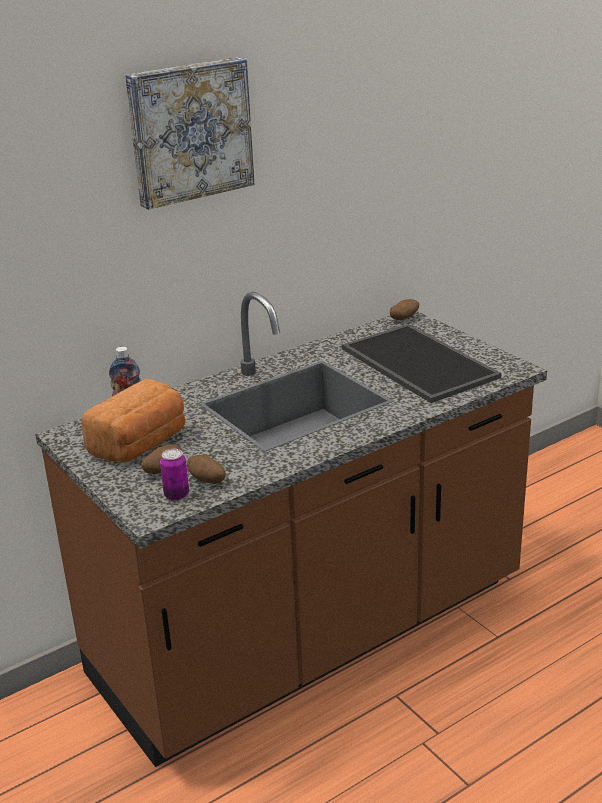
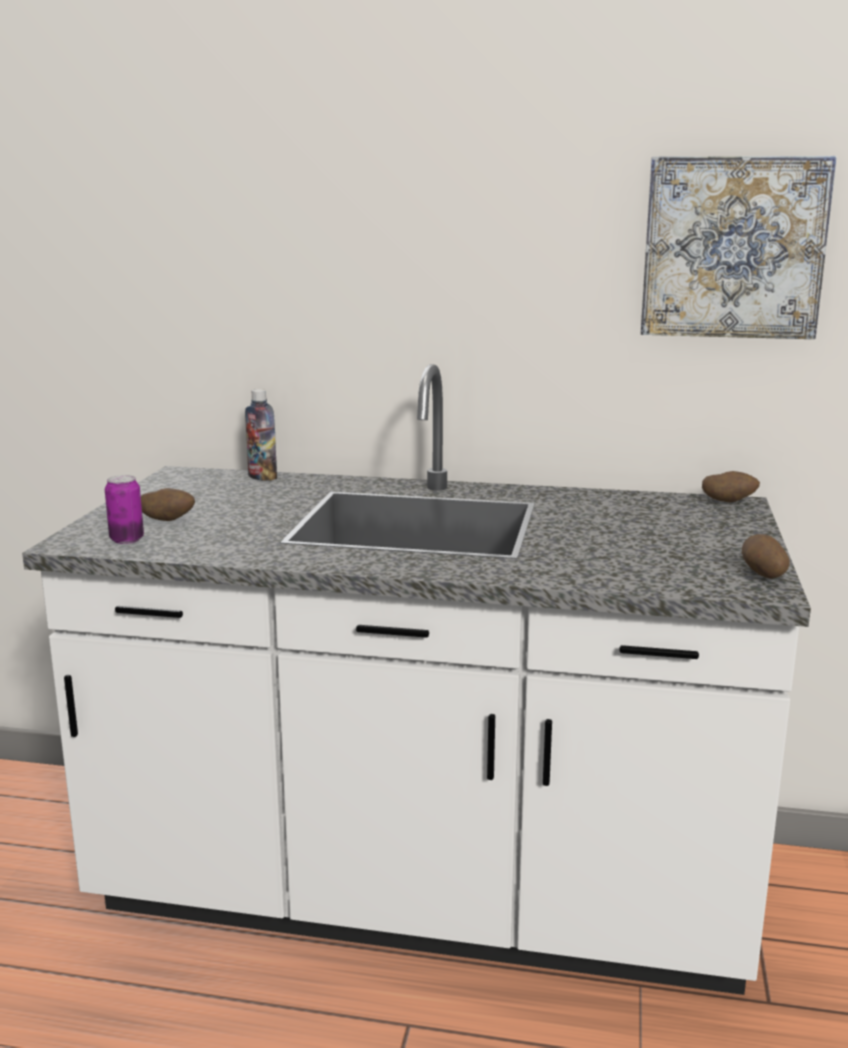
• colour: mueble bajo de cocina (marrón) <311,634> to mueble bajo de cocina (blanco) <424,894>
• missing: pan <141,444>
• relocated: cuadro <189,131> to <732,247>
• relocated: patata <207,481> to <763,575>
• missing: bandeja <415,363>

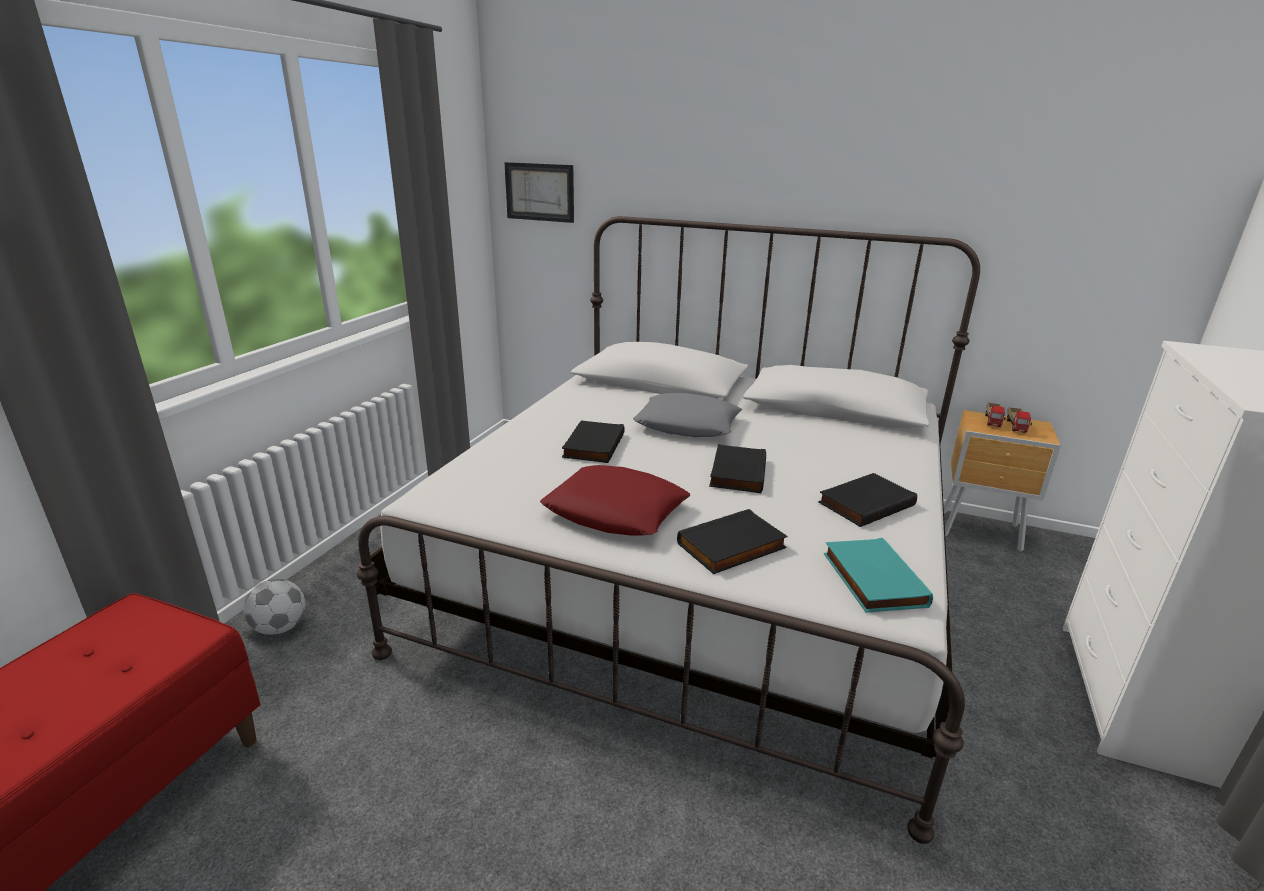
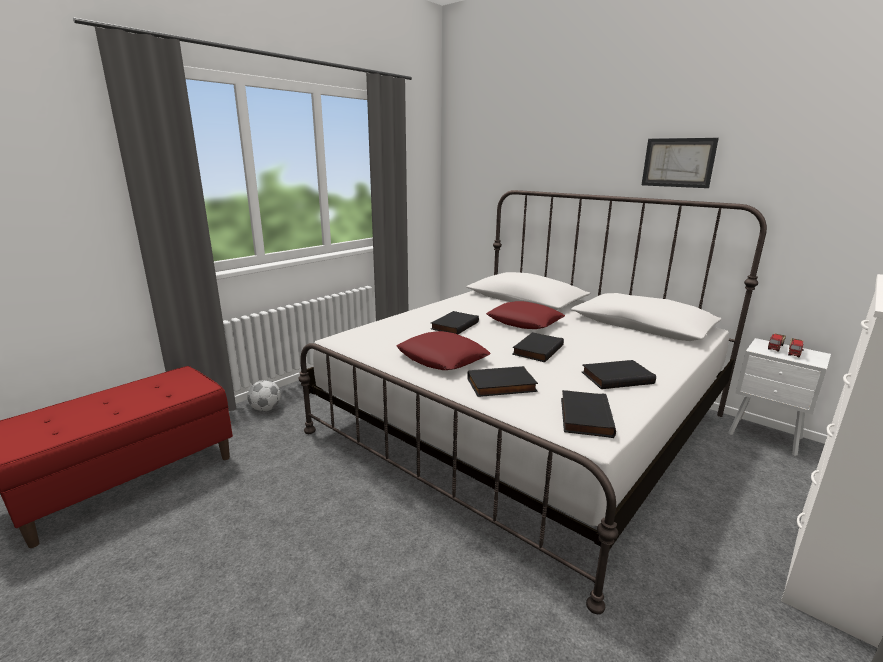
• relocated: cuadro <539,192> to <678,162>
• colour: cojín (gris) <688,424> to cojín (rojo) <524,322>
• colour: libro (turquesa) <871,579> to libro (negro) <584,416>
• colour: mesita de noche (marrón) <982,532> to mesita de noche (blanco) <766,438>

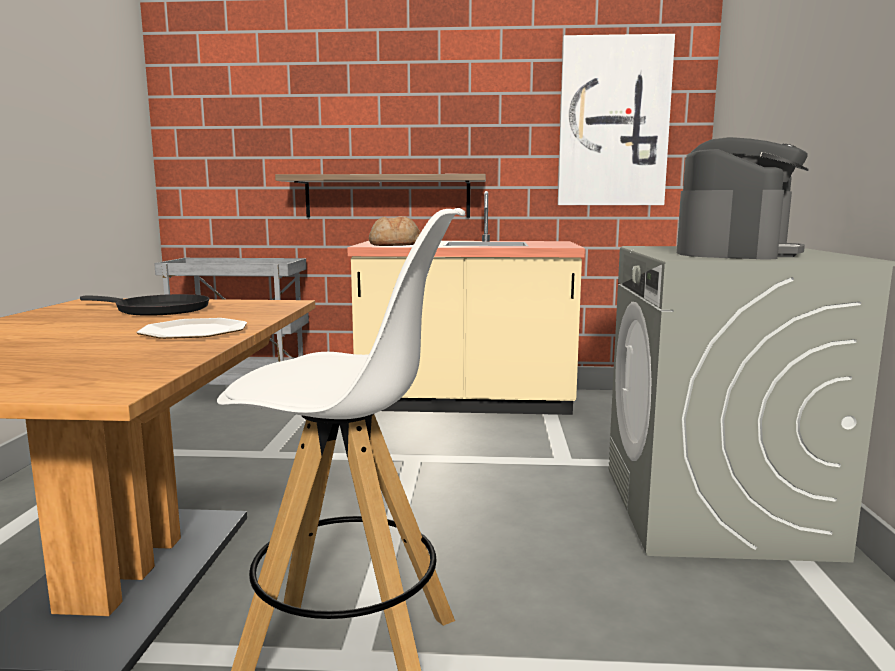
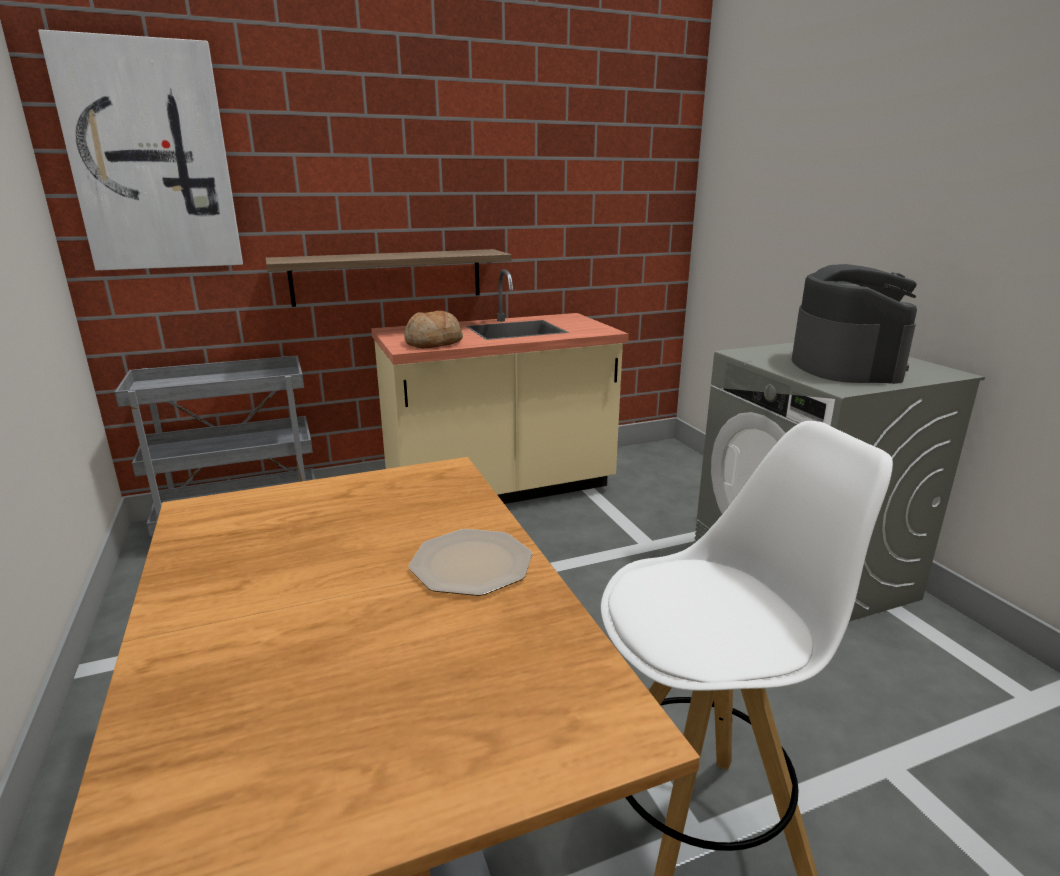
• missing: sartén (negro) <158,310>
• relocated: cuadro <613,122> to <151,158>

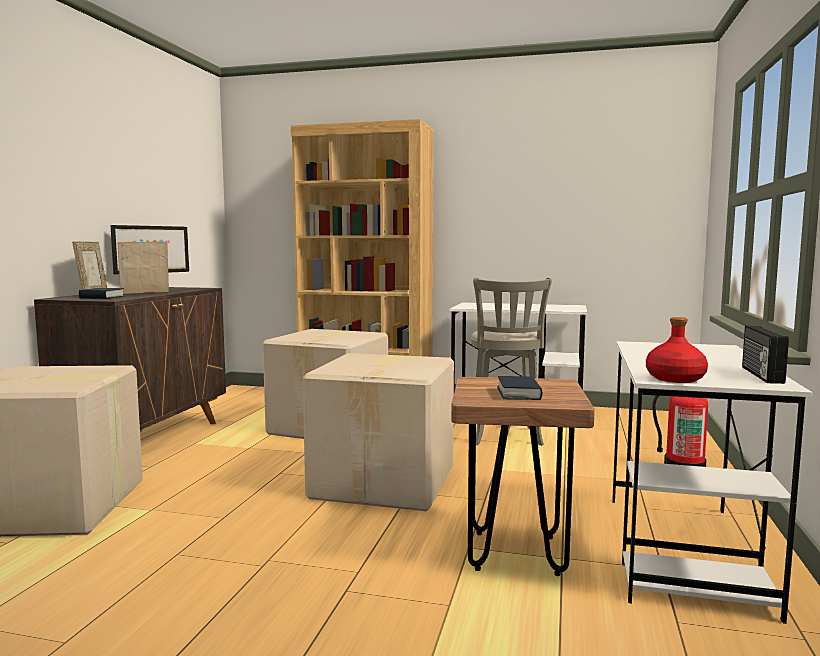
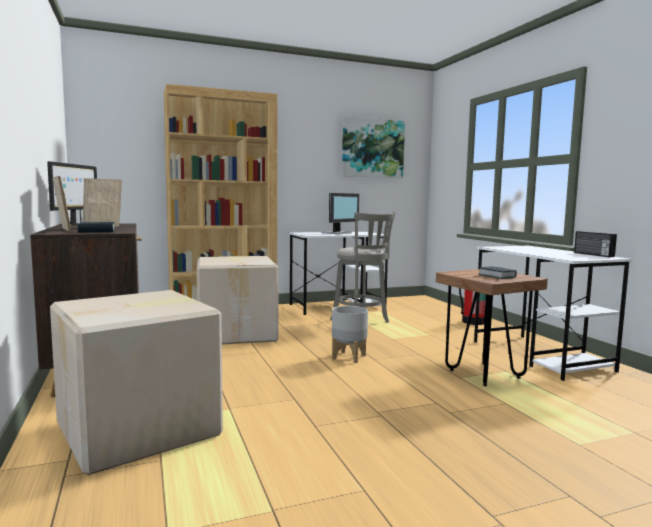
• exchanged: caja de cartón <386,482> to maceta (gris) <349,357>
• missing: botella (rojo) <675,378>
• appeared: monitor <338,233>
• appeared: cuadro <372,148>

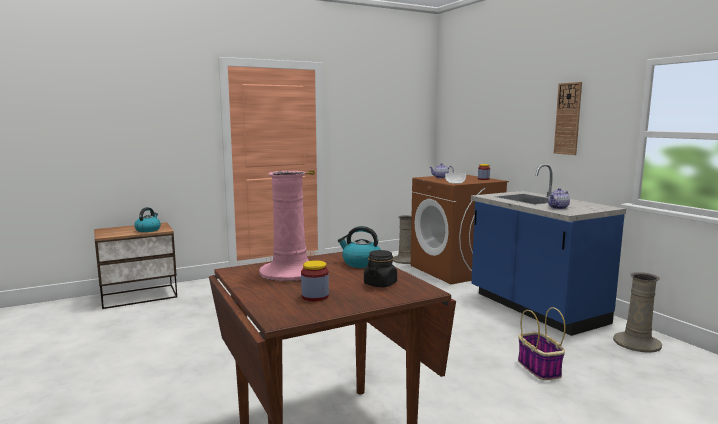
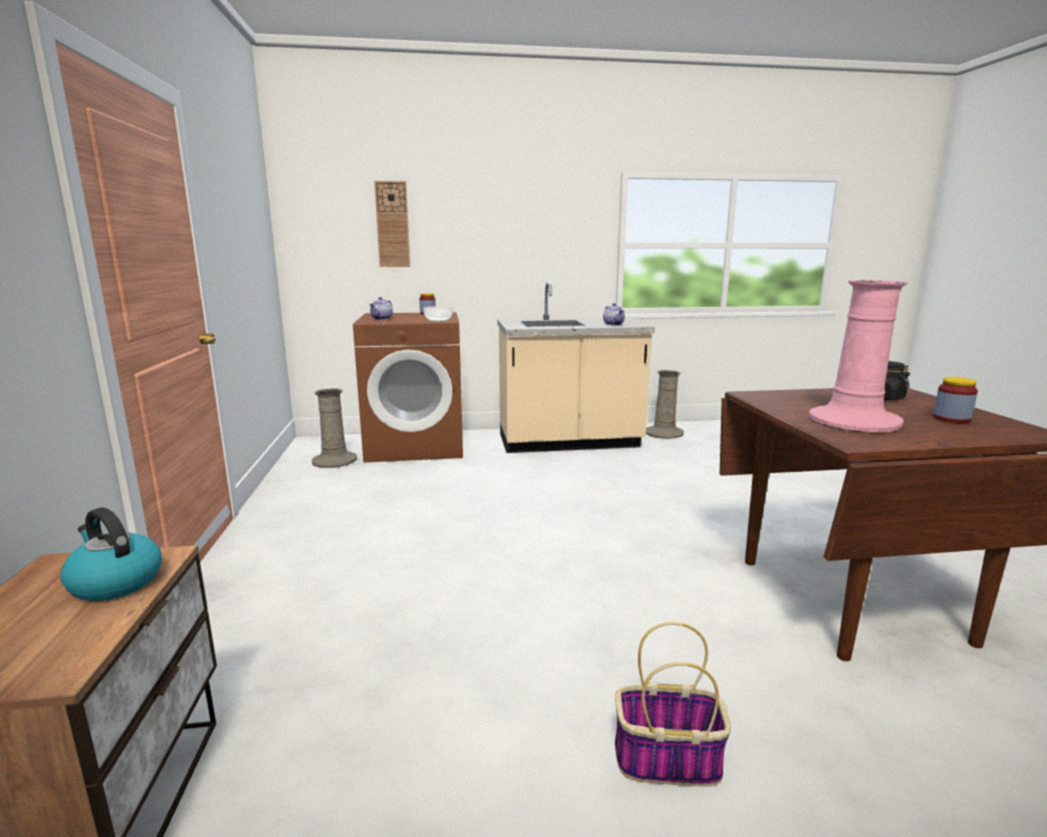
• missing: hervidor <361,263>
• colour: mueble bajo de cocina (azul) <535,308> to mueble bajo de cocina (beis) <569,442>
• relocated: cesta <538,368> to <666,760>
• relocated: reloj de pared <568,118> to <392,224>

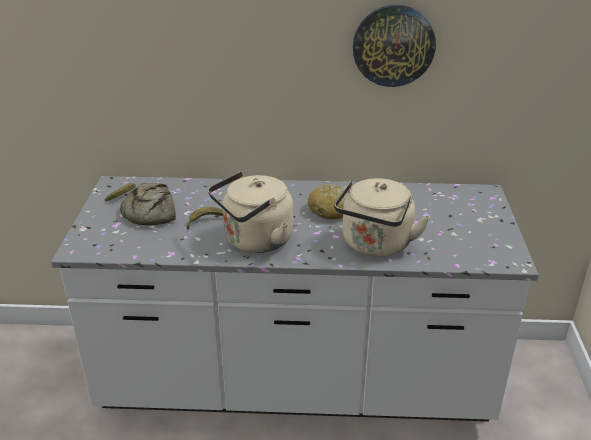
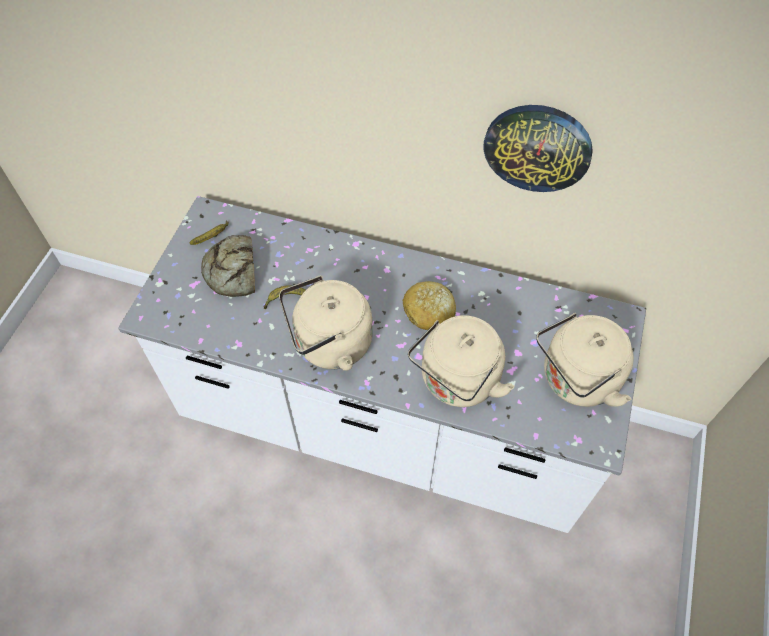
• appeared: hervidor (beis) <576,381>

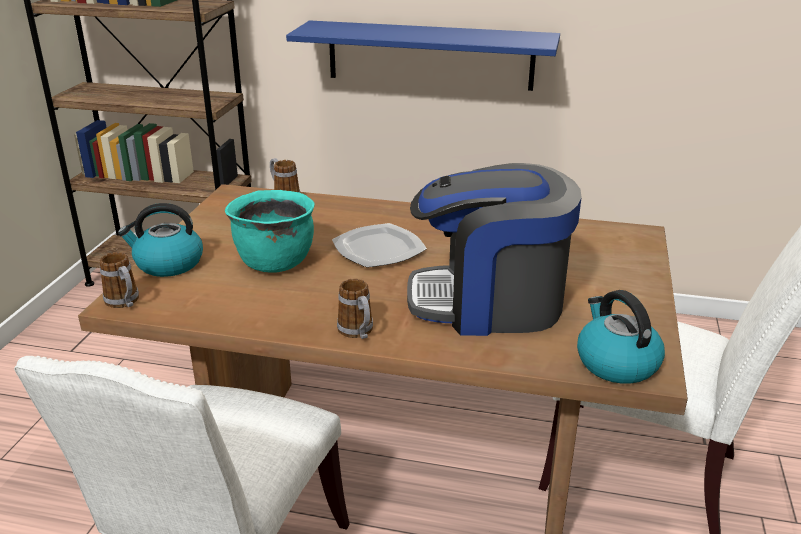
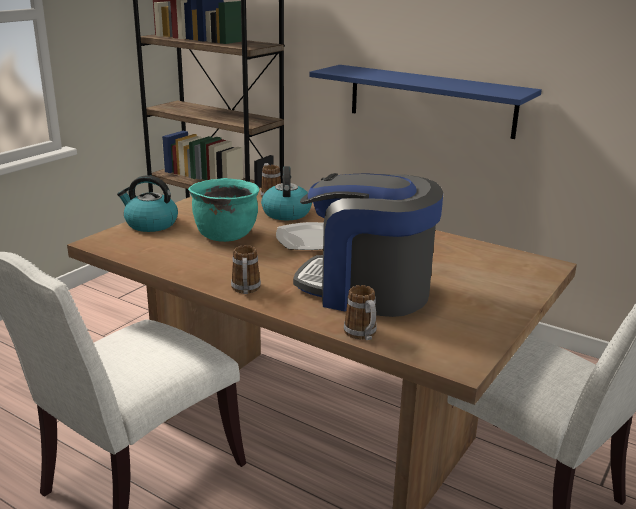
• relocated: taza grande <125,303> to <362,335>
• relocated: hervidor <615,363> to <286,213>

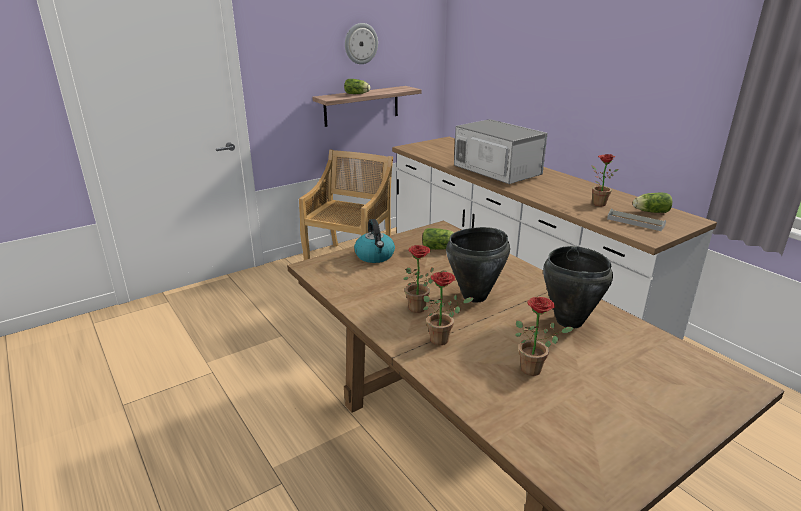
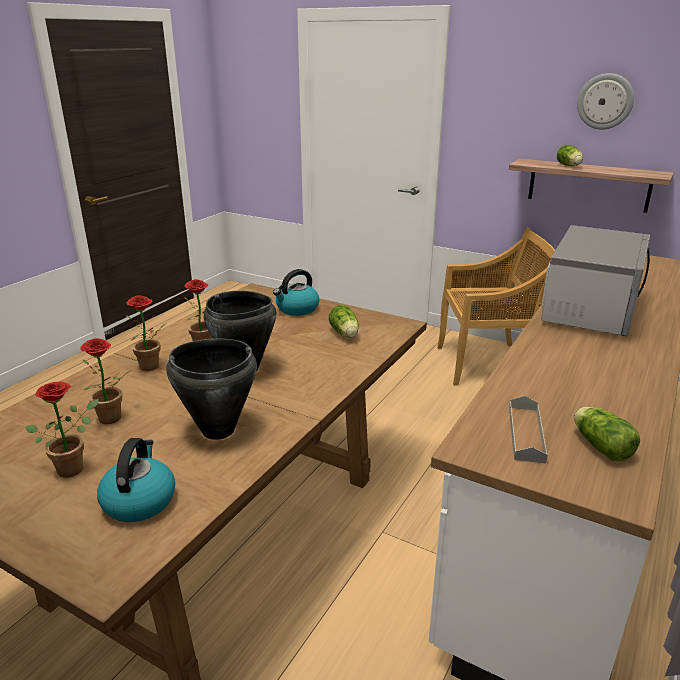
• relocated: planta en maceta <597,203> to <75,466>
• appeared: hervidor <139,500>

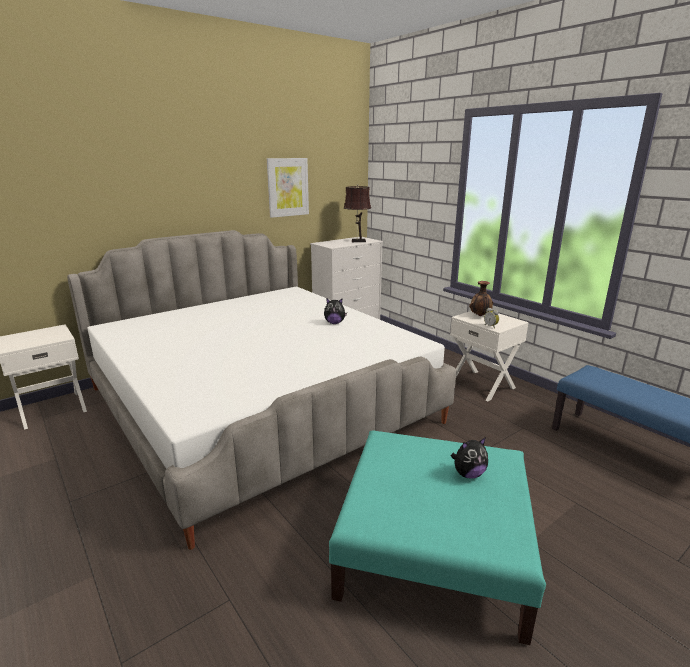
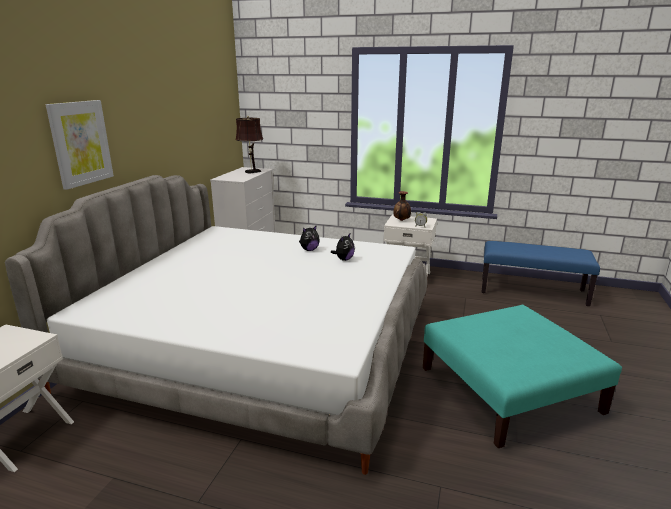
• relocated: cuadro <288,187> to <81,143>
• relocated: peluche <468,474> to <344,259>

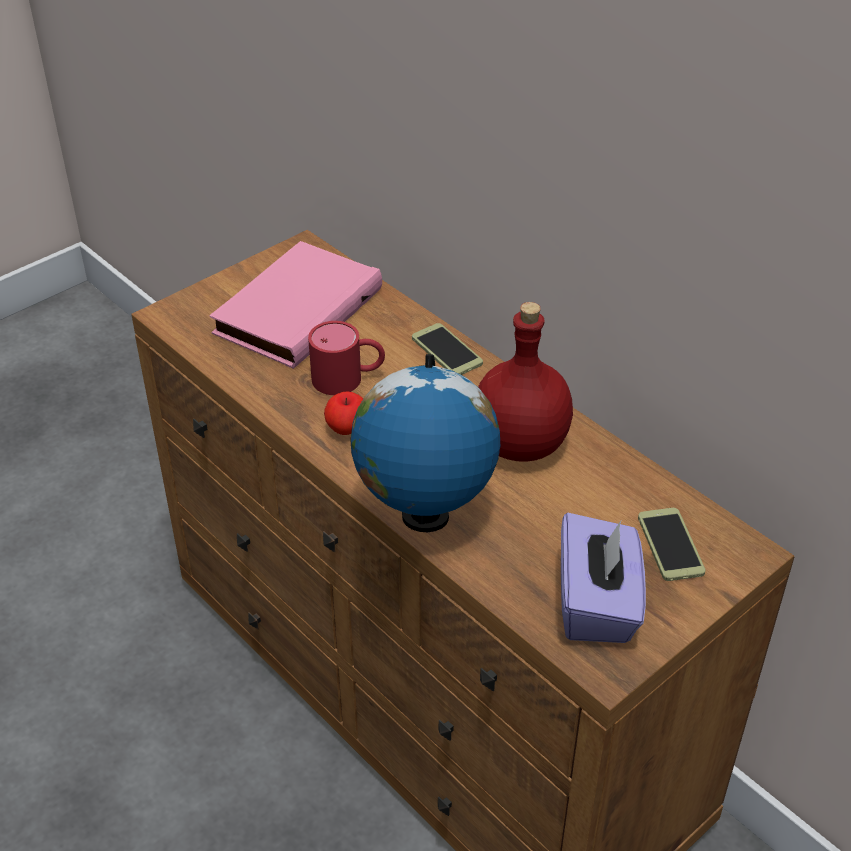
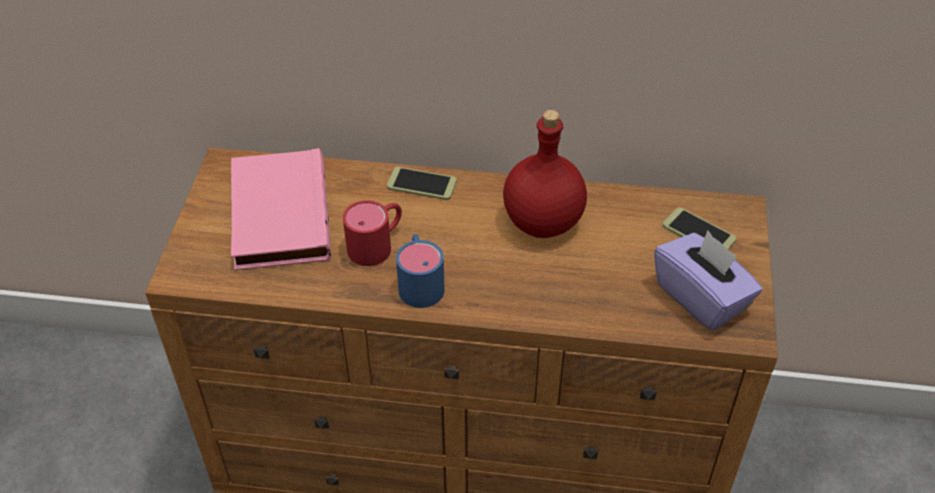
• exchanged: manzana <347,429> to taza grande (azul) <420,281>
• missing: globo terráqueo <424,517>

